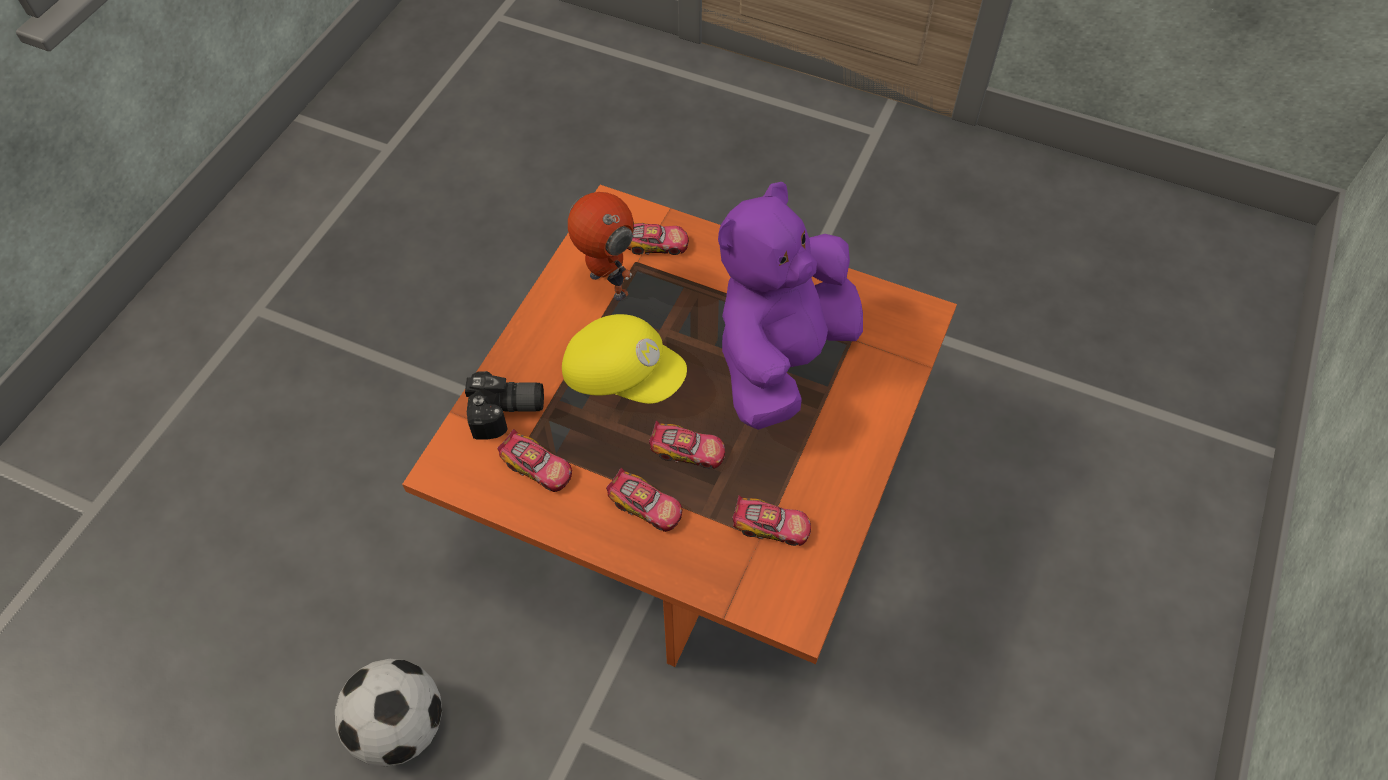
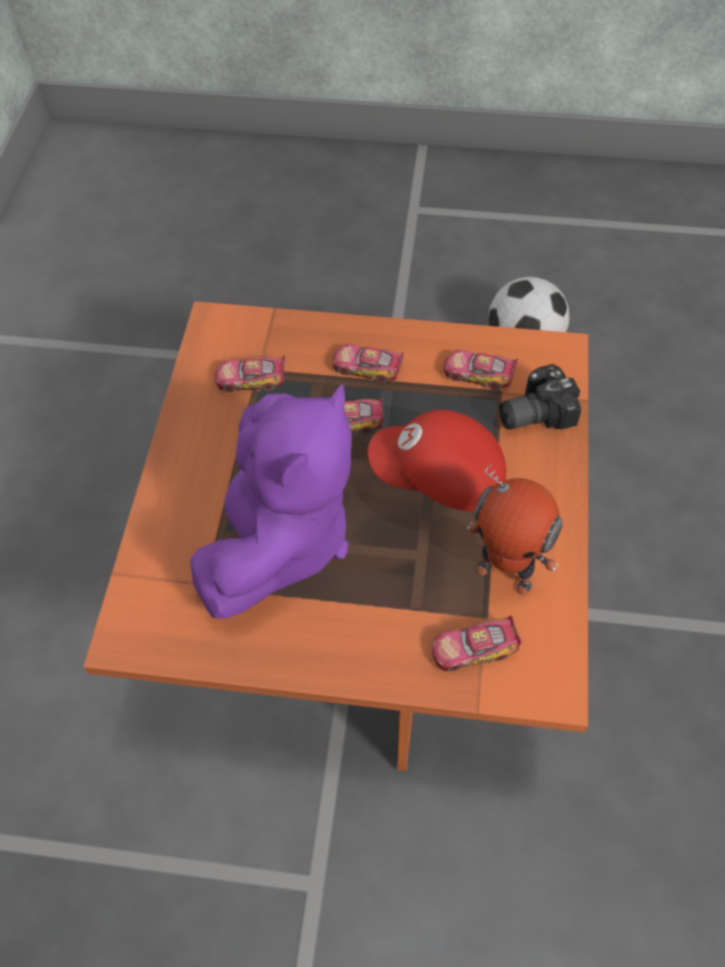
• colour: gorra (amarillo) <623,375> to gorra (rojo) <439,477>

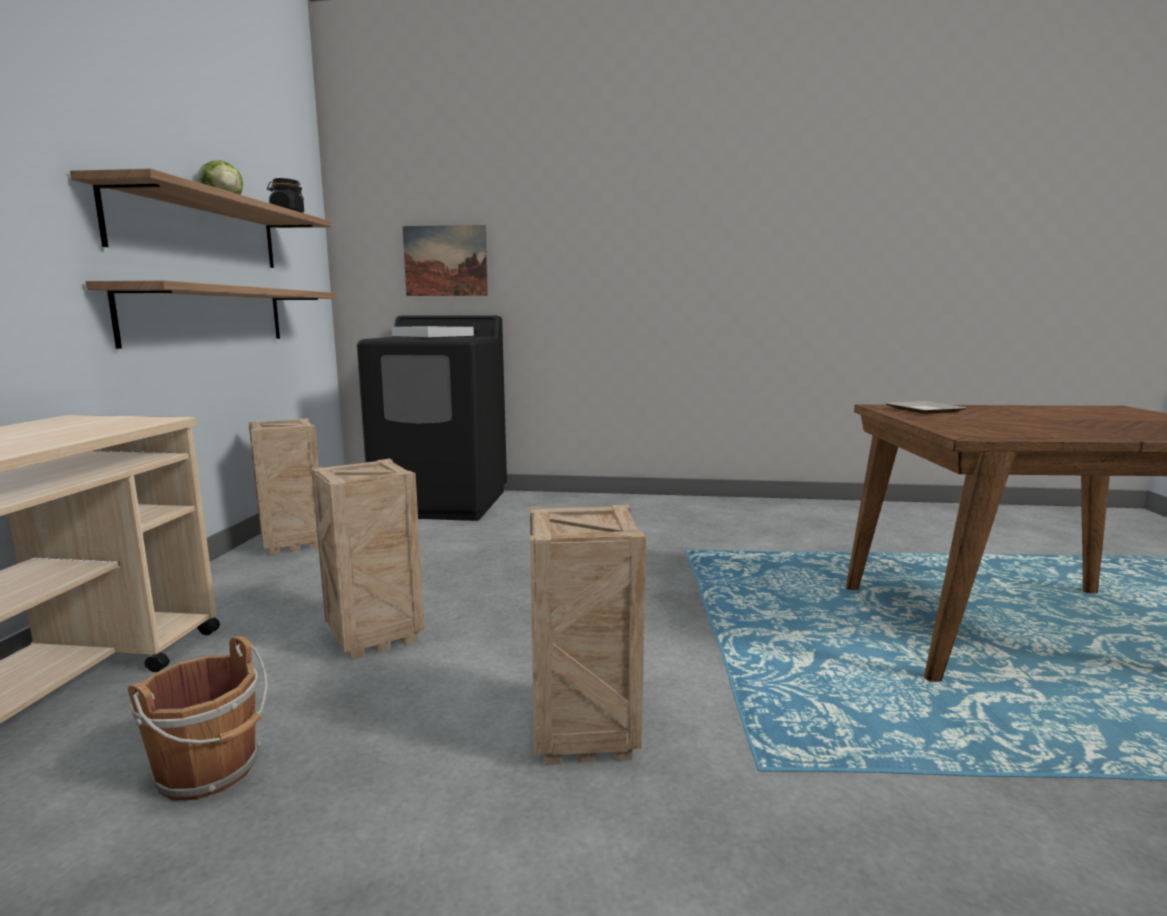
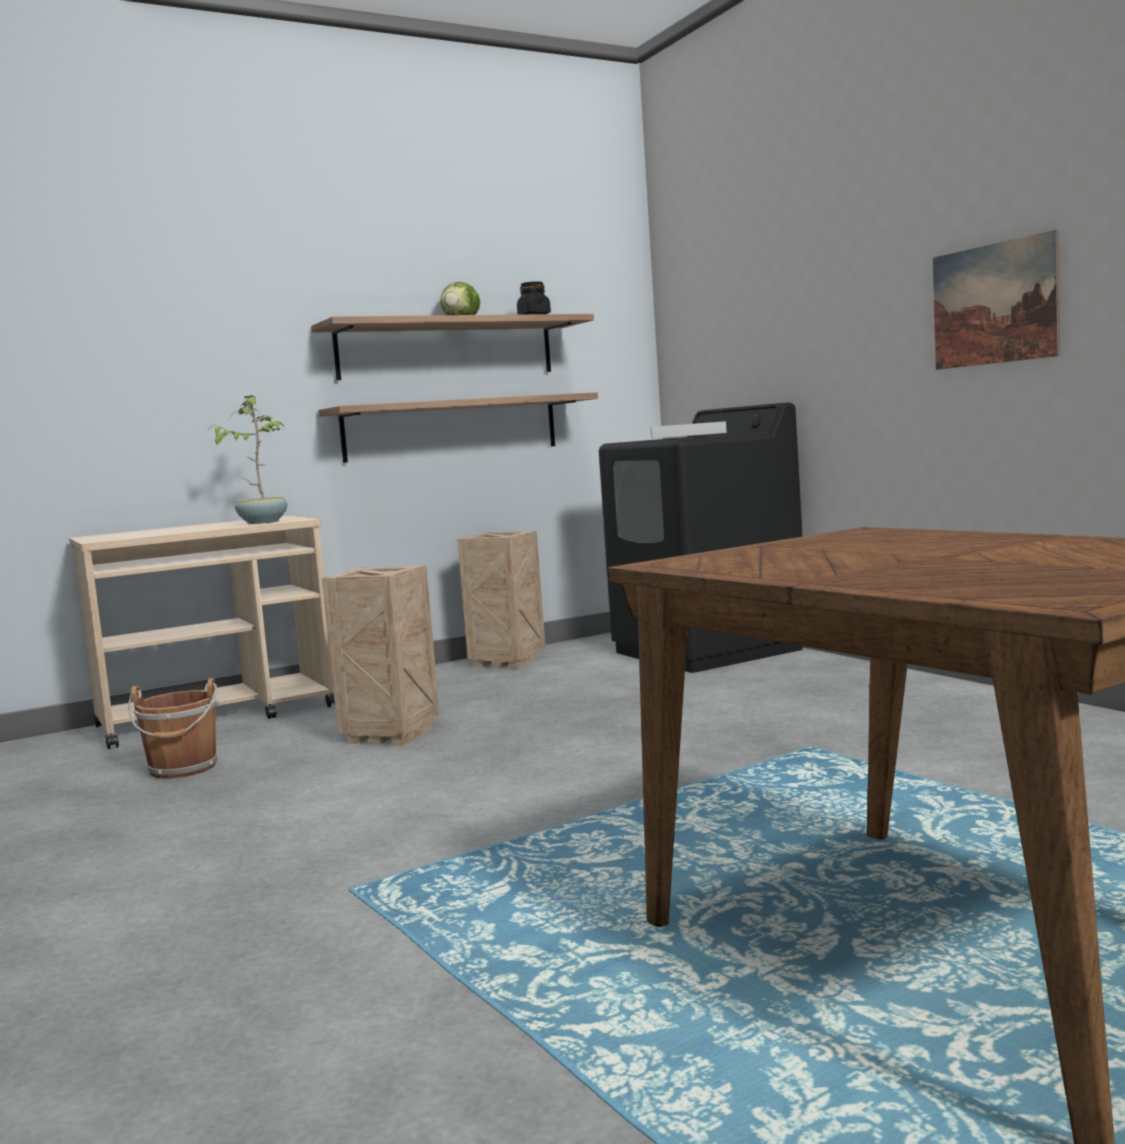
• relocated: cuadro <445,261> to <994,304>
• missing: caja de embalaje <581,735>
• missing: plato <927,410>
• appeared: planta en maceta <262,522>

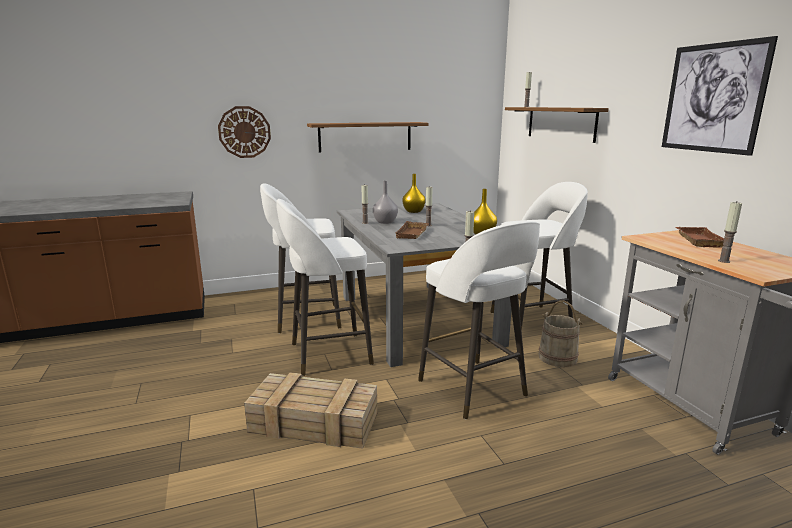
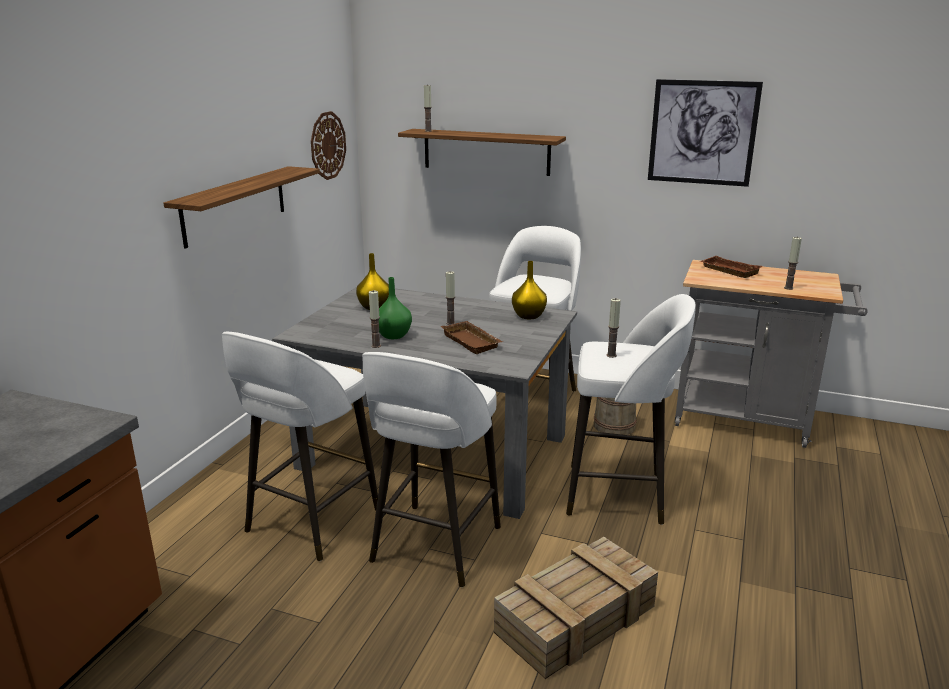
• relocated: reloj de pared <244,132> to <327,145>
• colour: florero (gris) <385,222> to florero (verde) <393,336>

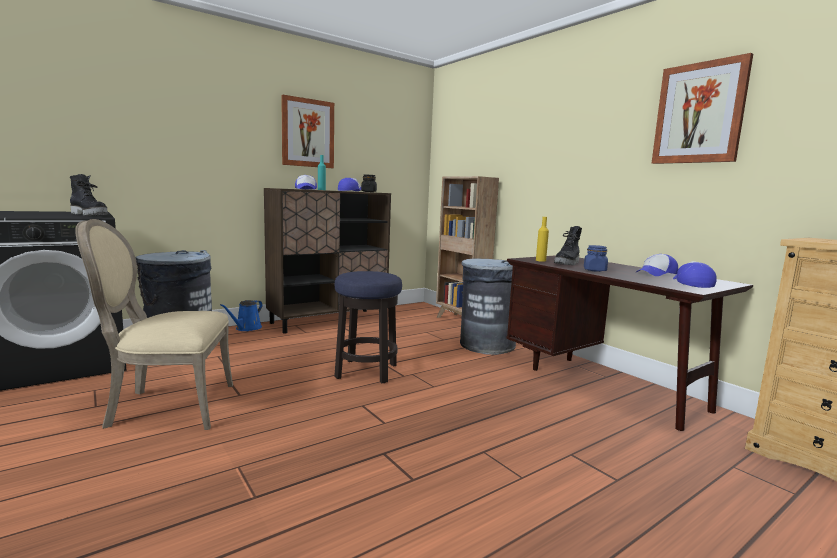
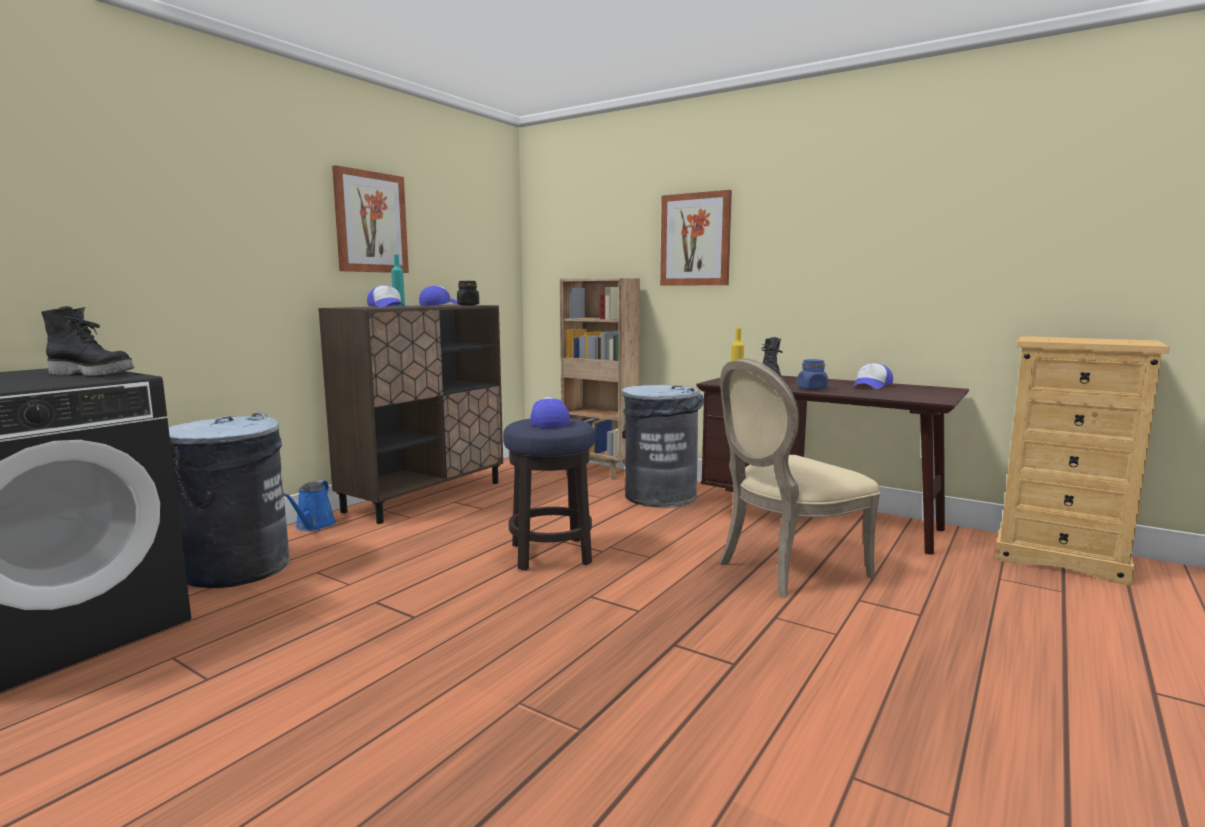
• relocated: silla (beis) <167,407> to <785,569>
• relocated: cuadro <699,113> to <695,239>
• relocated: gorra <691,283> to <548,422>

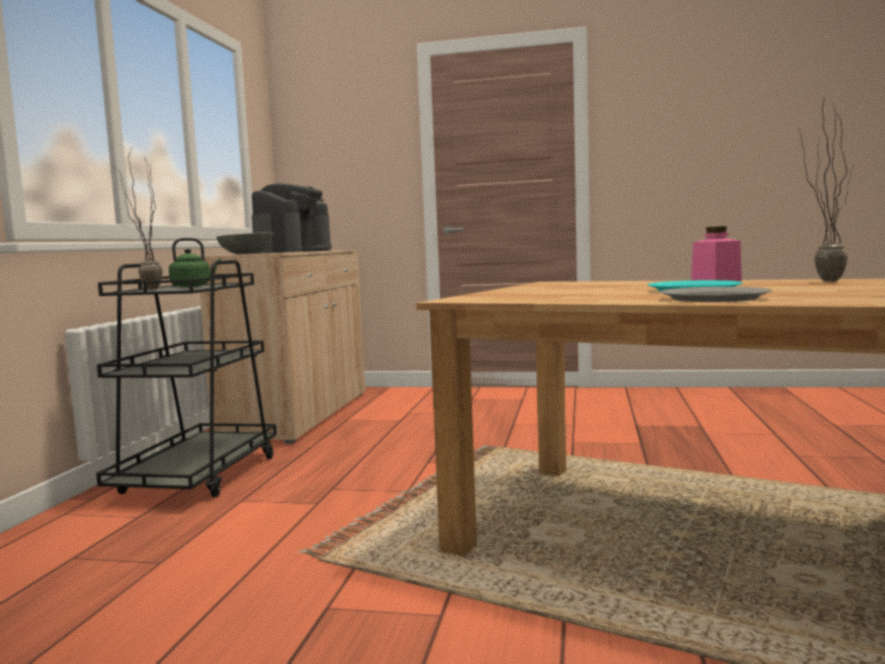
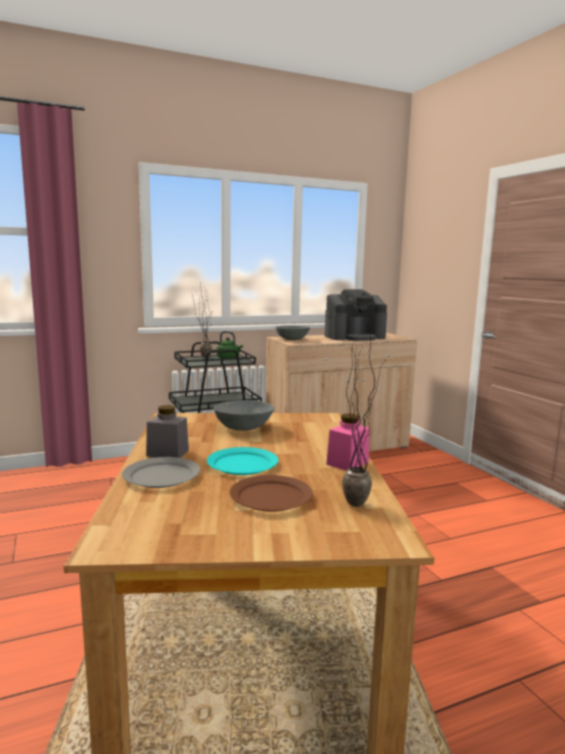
• appeared: tarro (gris) <167,453>
• appeared: cuenco (gris) <244,427>
• appeared: plato (marrón) <270,497>

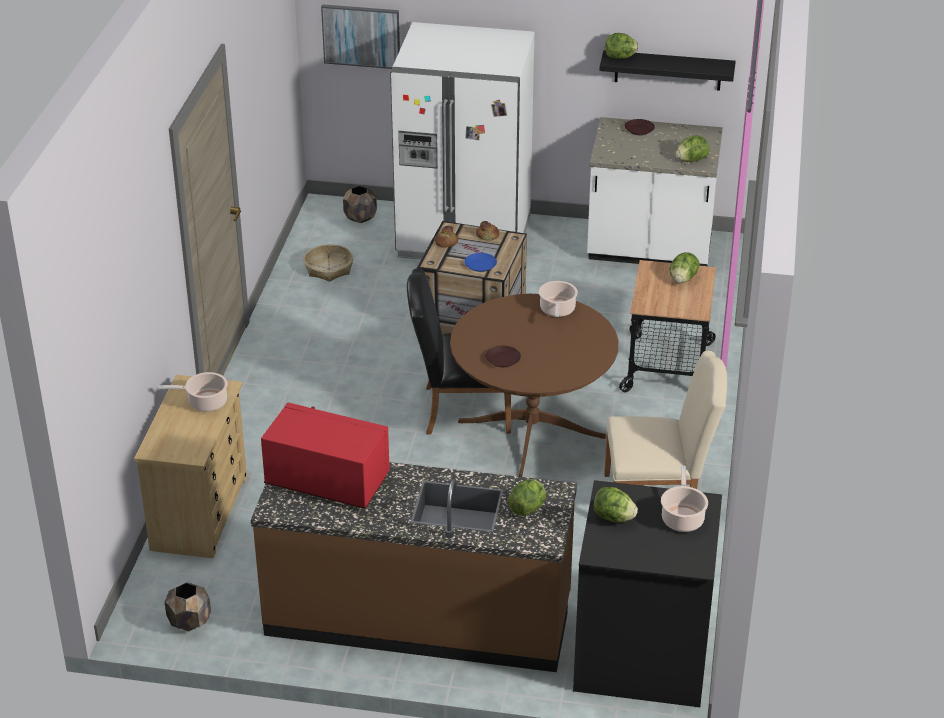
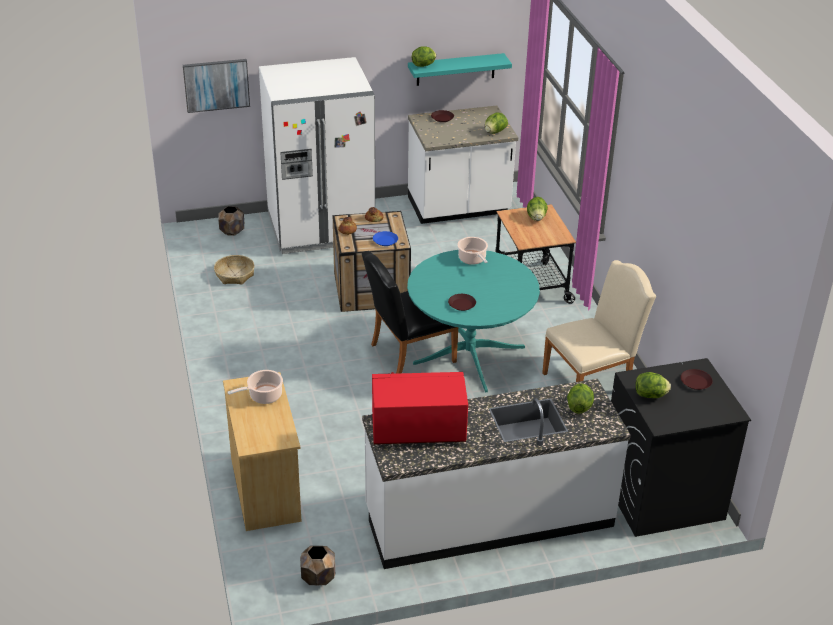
• colour: mueble bajo de cocina (marrón) <418,617> to mueble bajo de cocina (blanco) <488,517>
• colour: mesa de comedor (marrón) <532,429> to mesa de comedor (turquesa) <469,355>
• colour: estante (negro) <668,70> to estante (turquesa) <455,69>
• exchanged: olla <682,518> to plato (marrón) <695,382>

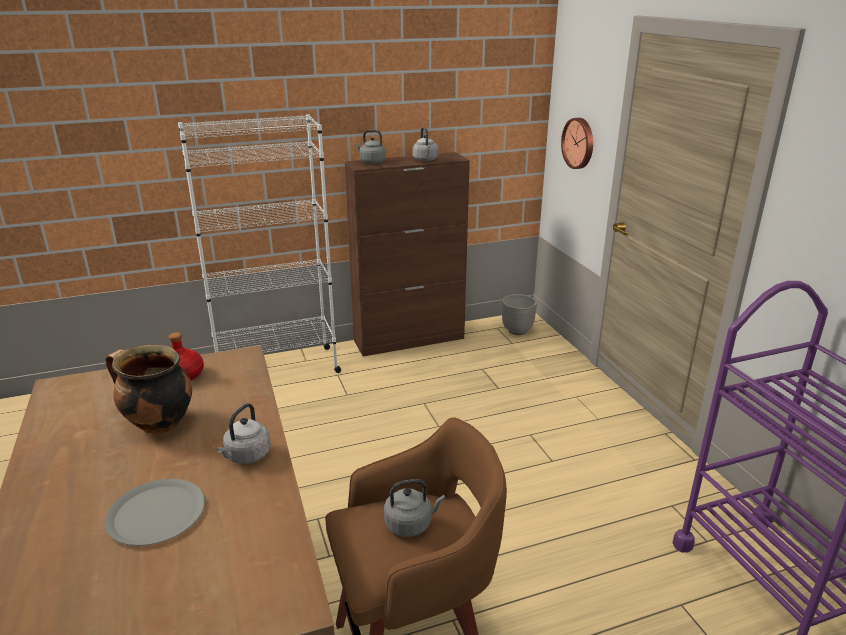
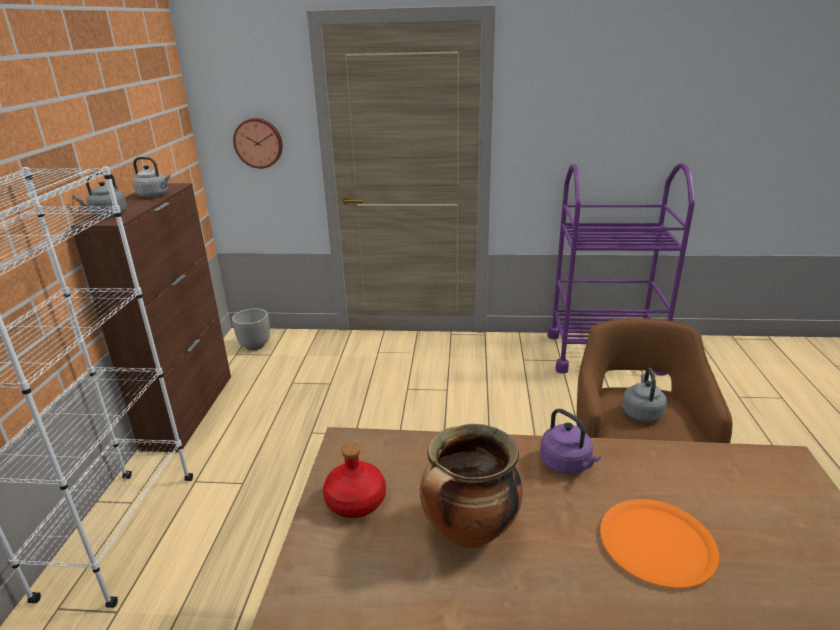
• colour: plato (gris) <156,513> to plato (naranja) <657,543>
• colour: hervidor (gris) <246,456> to hervidor (morado) <567,464>

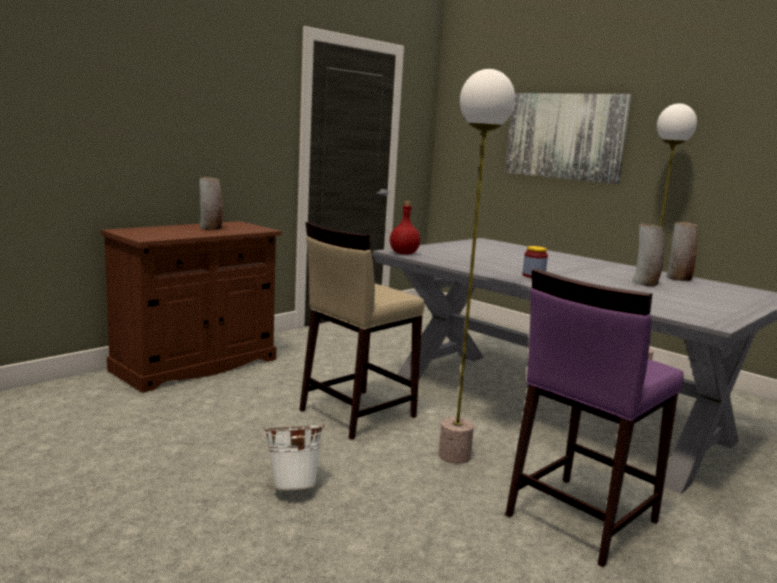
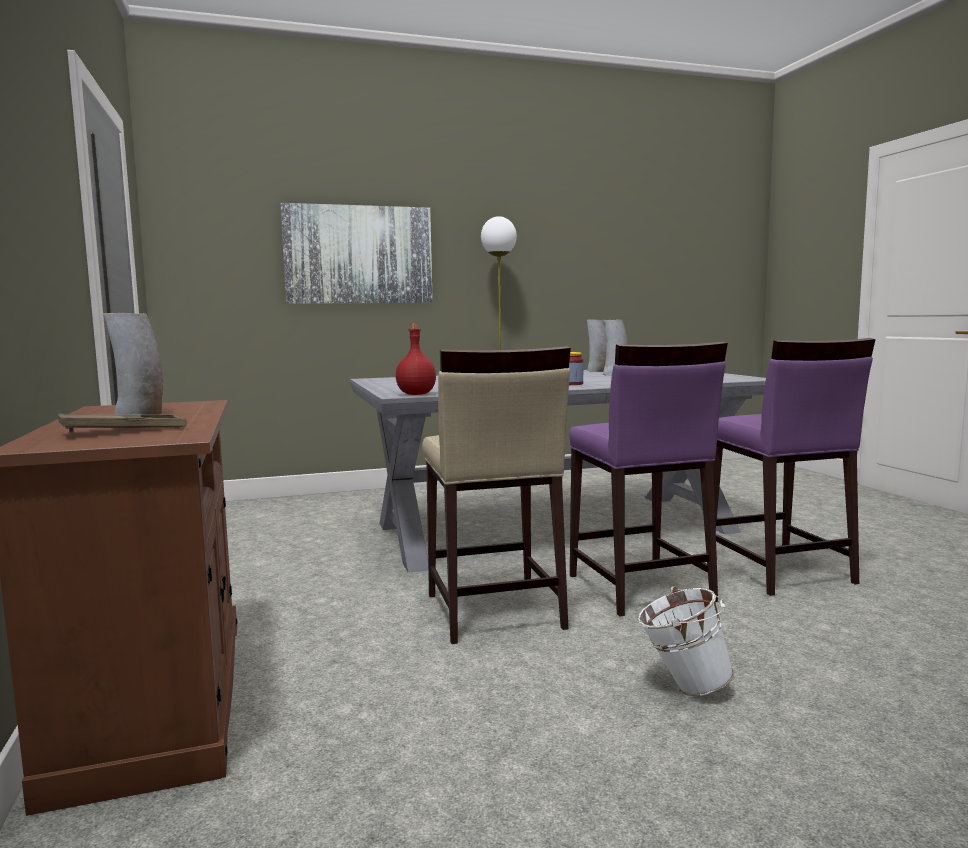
• exchanged: lámpara de pie <454,456> to taburete (morado) <639,588>
• appeared: bandeja (marrón) <124,430>

